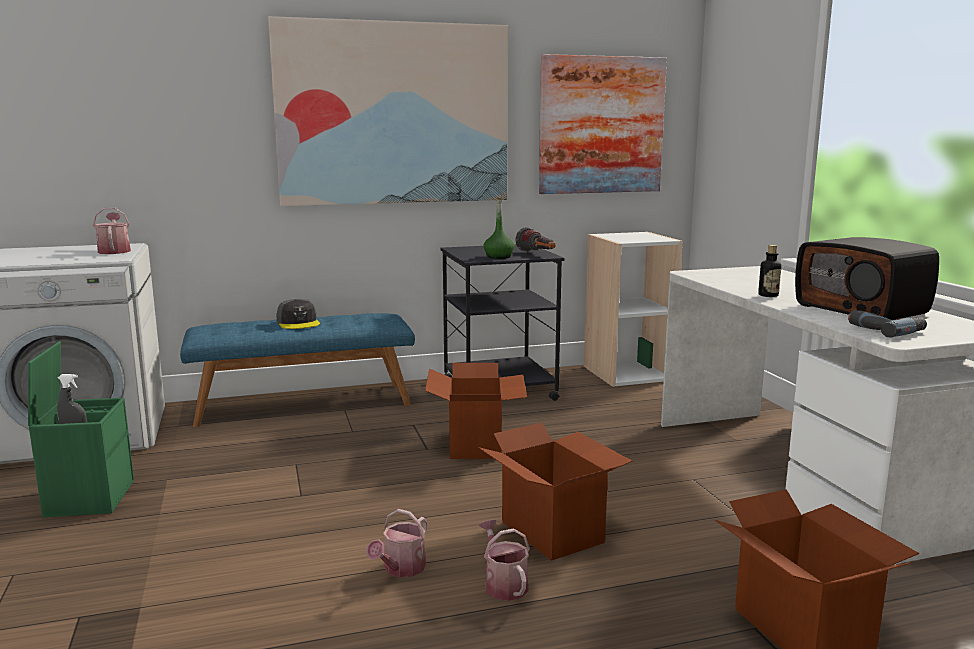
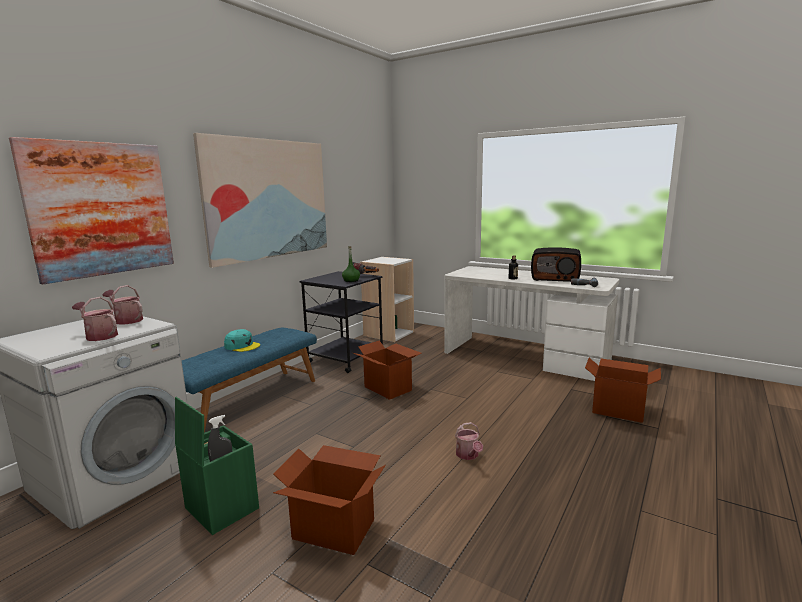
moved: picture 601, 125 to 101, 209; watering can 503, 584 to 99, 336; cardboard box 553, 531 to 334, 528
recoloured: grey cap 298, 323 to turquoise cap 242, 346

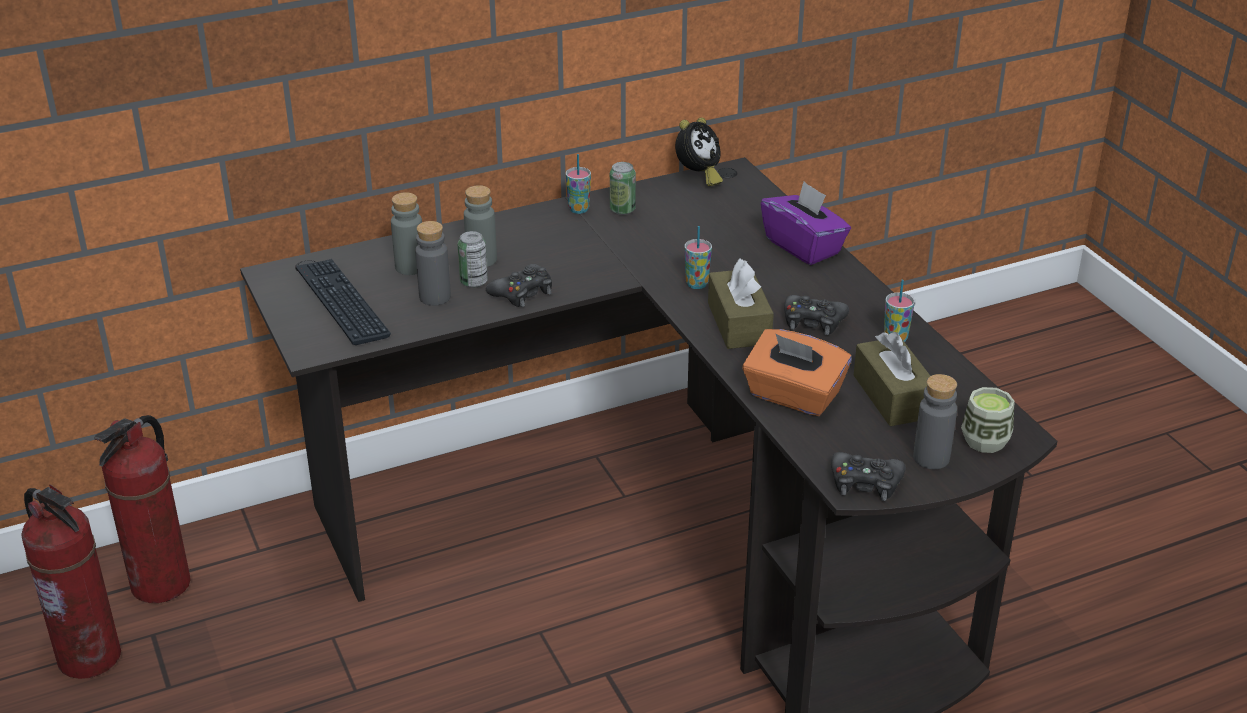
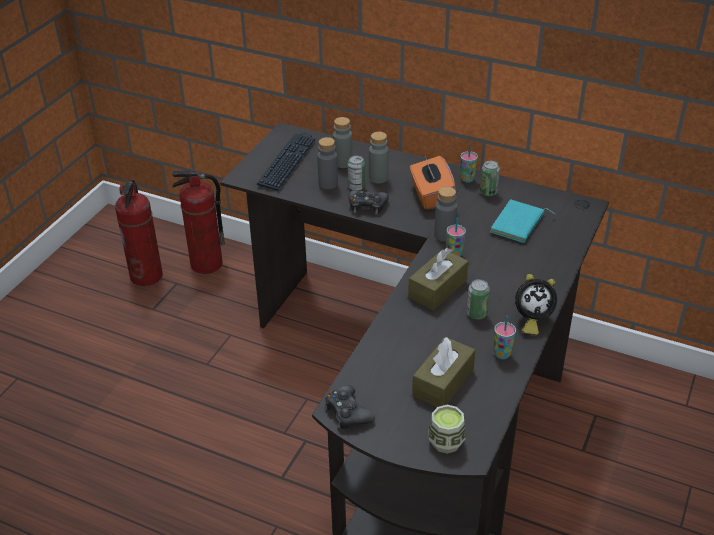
removed: purple tissue box 803, 246
added: turquoise book 519, 225
moved: orange tissue box 793, 396 to 431, 196; grey bottle 931, 458 to 444, 235; alarm clock 698, 176 to 531, 320
replaced: black game controller 813, 321 to can 476, 314

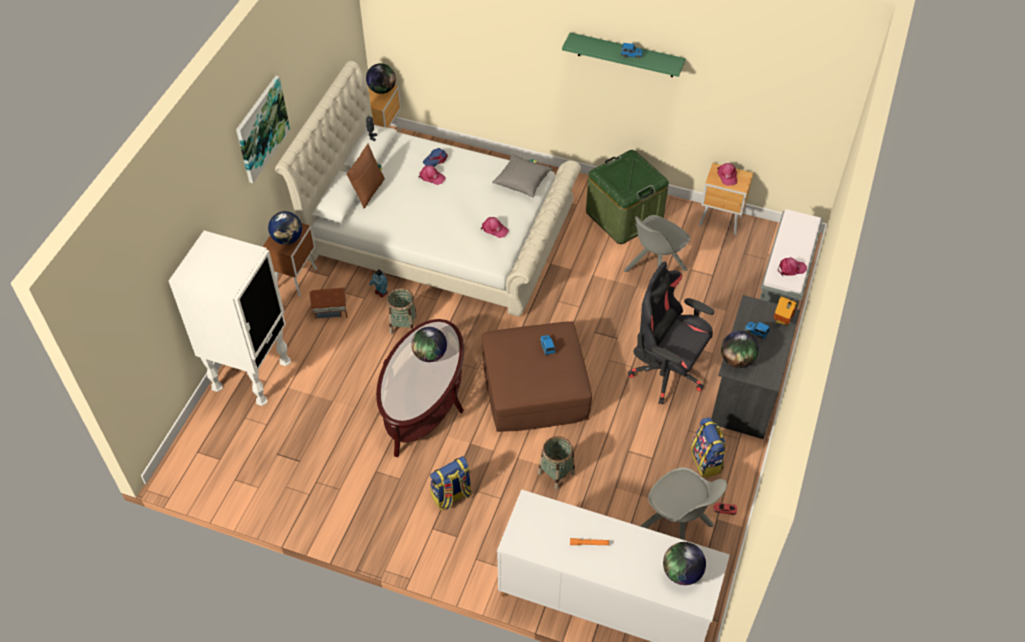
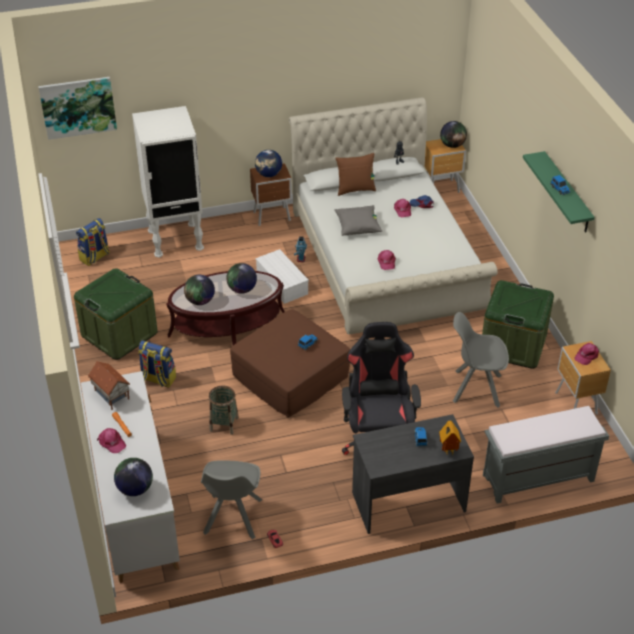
added: green storage box 119, 334
moved: picture 261, 128 to 78, 107; backpack 706, 461 to 95, 257; toy house 331, 311 to 111, 395; pink cap 791, 269 to 111, 442; globe 737, 360 to 200, 301; grey pillow 522, 181 to 357, 227
replaced: basket 403, 325 to white storage box 283, 283

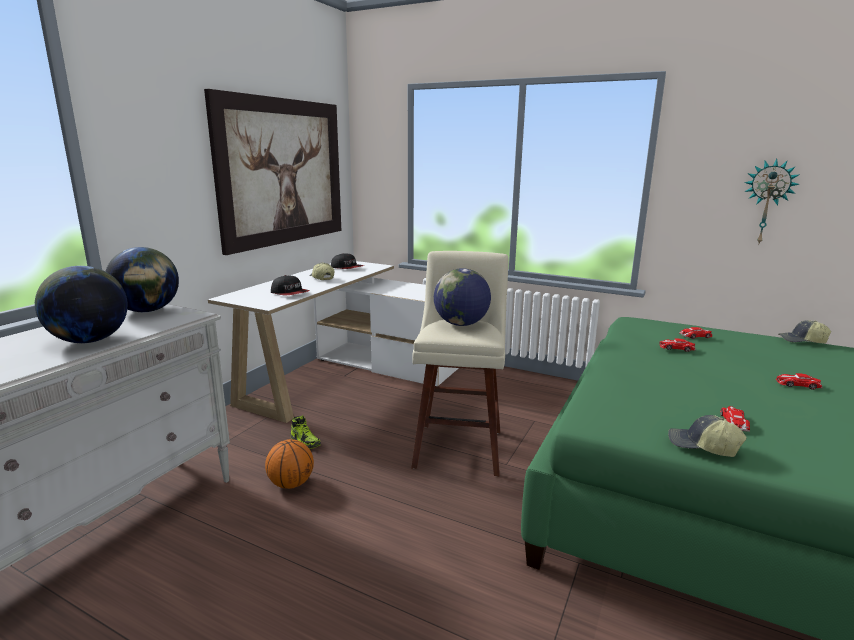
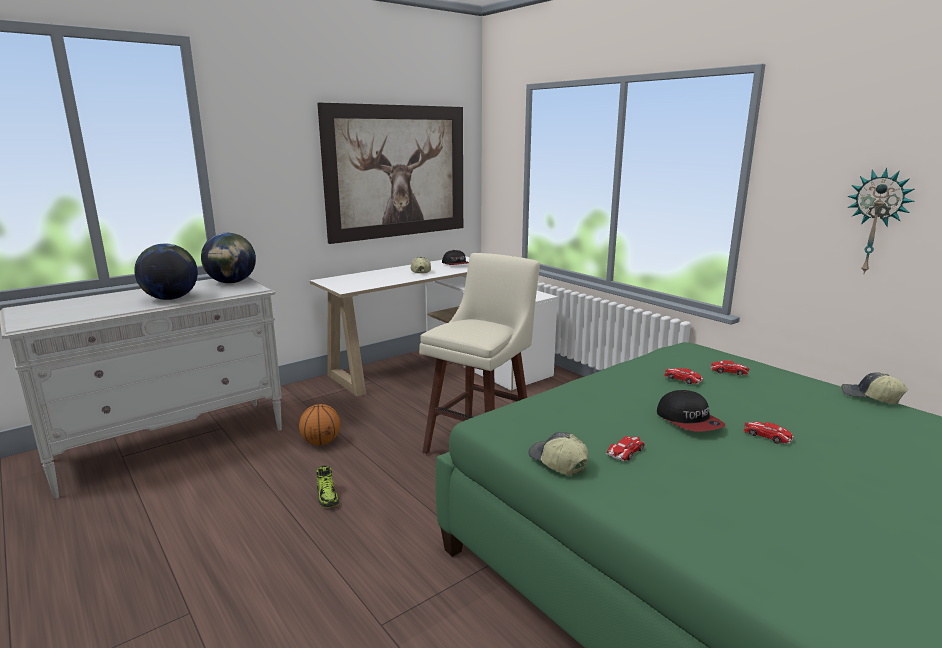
removed: globe 461, 324
moved: shoe 305, 442 to 327, 497; cap 290, 293 to 689, 420

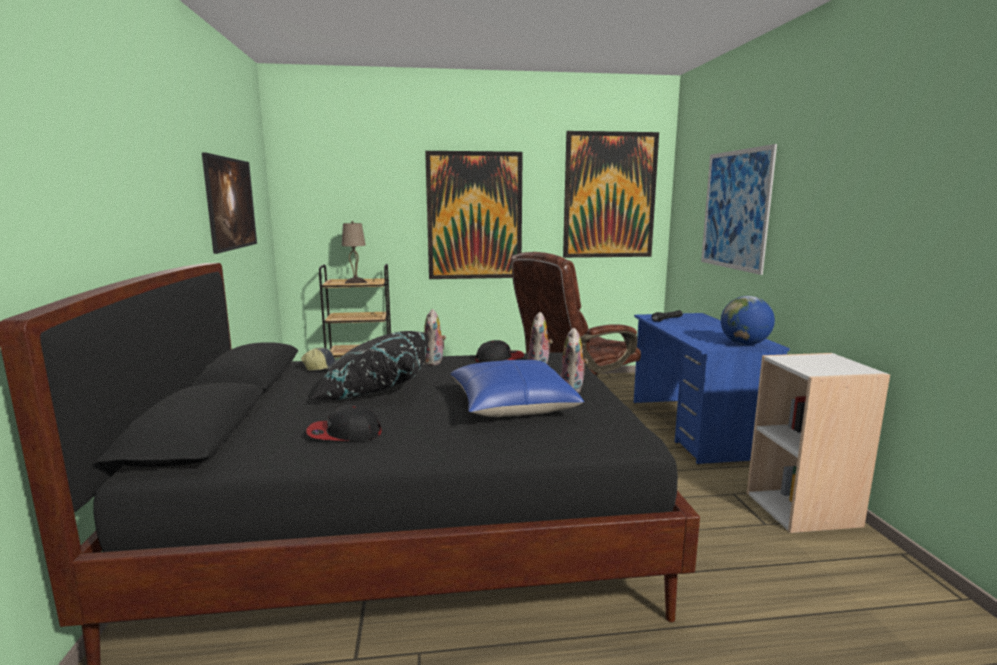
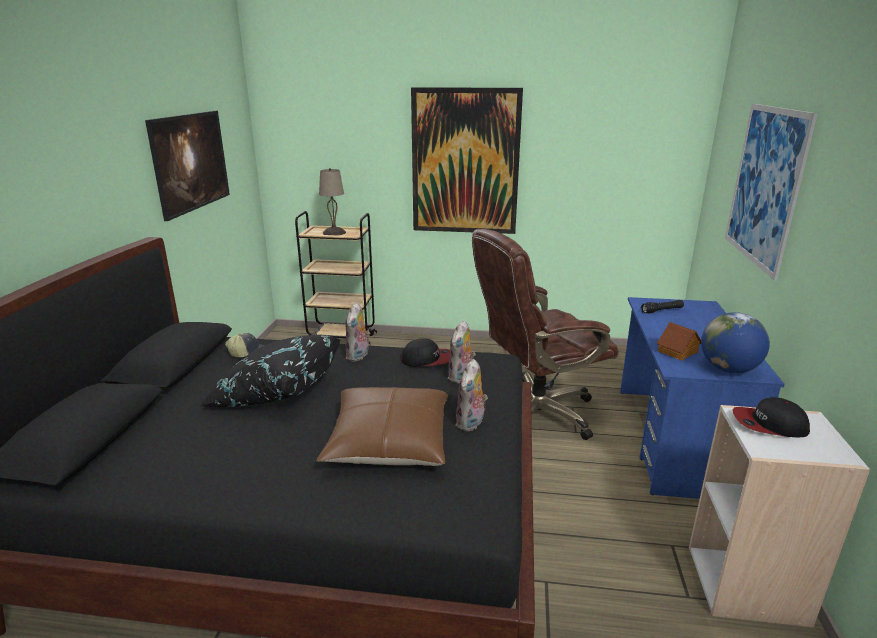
removed: picture 609, 195
added: toy house 678, 352
moved: cap 344, 433 to 769, 425
recoloured: blue pillow 512, 405 to brown pillow 388, 442

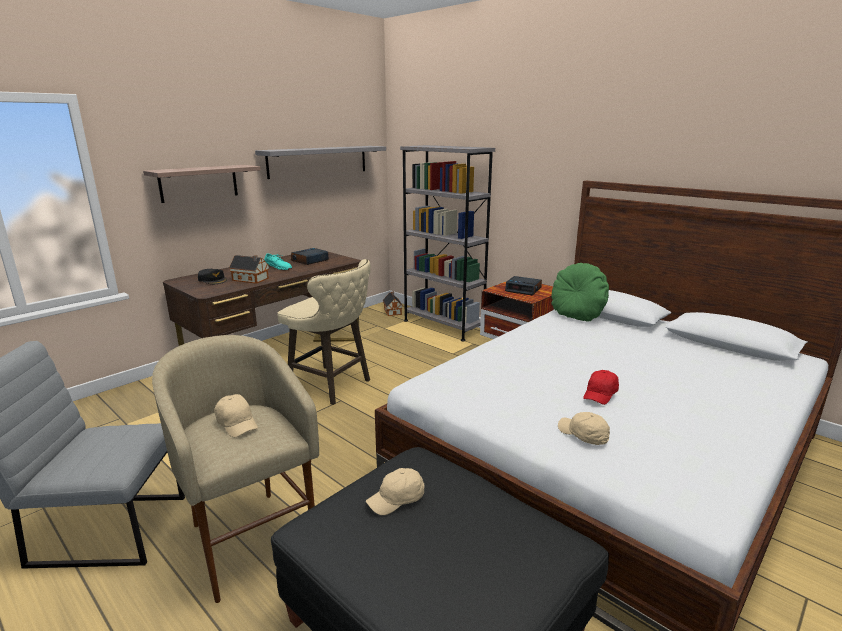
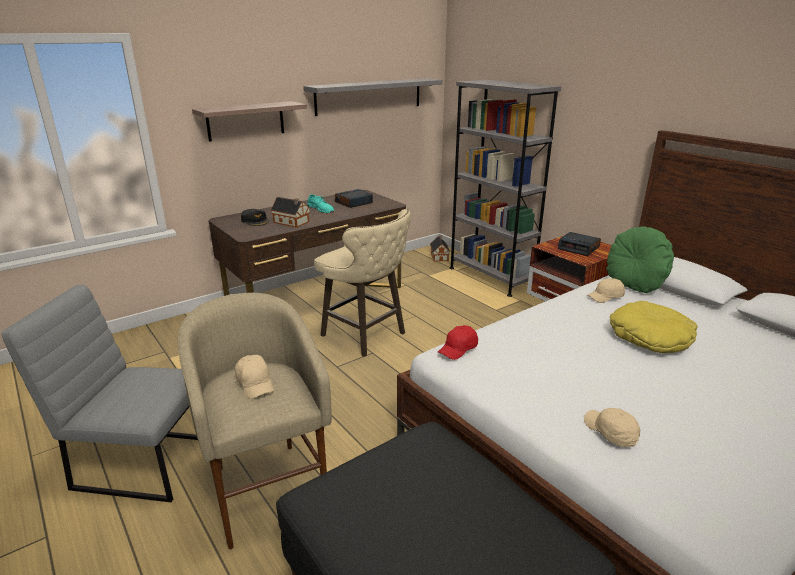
added: yellow pillow 651, 338
moved: red cap 600, 394 to 458, 349; beige cap 397, 499 to 606, 297

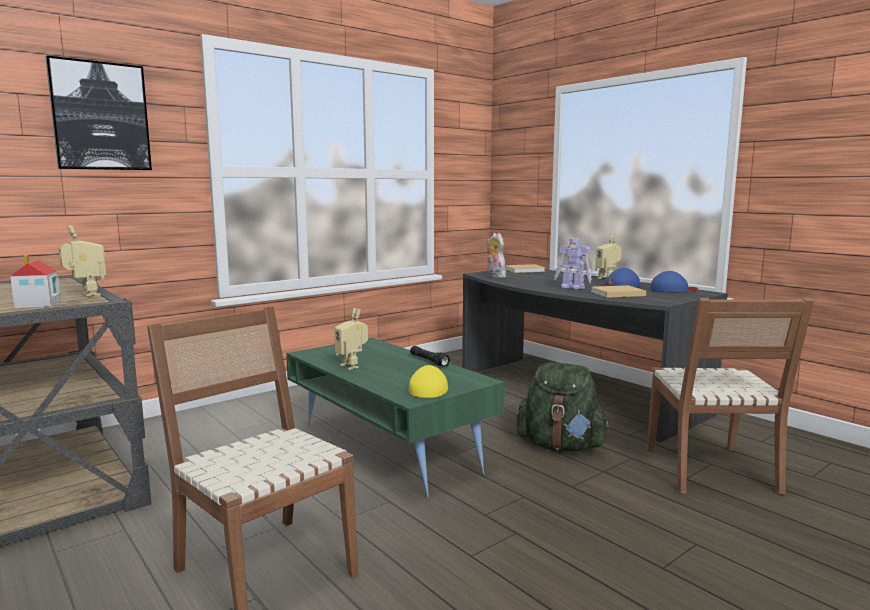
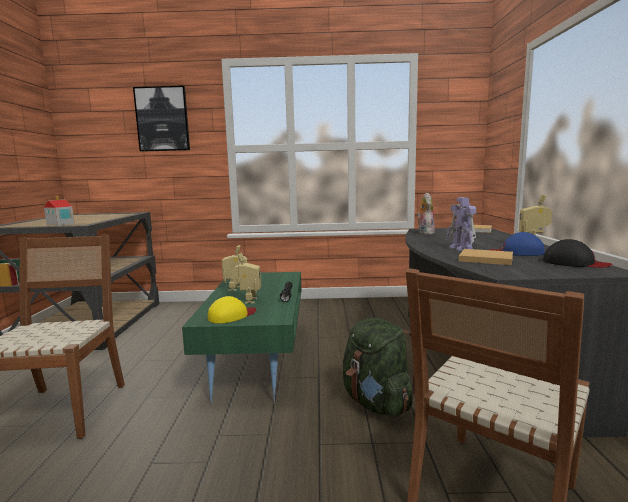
moved: toy robot 86, 294 to 248, 300
recoloured: blue cap 673, 290 to black cap 574, 263

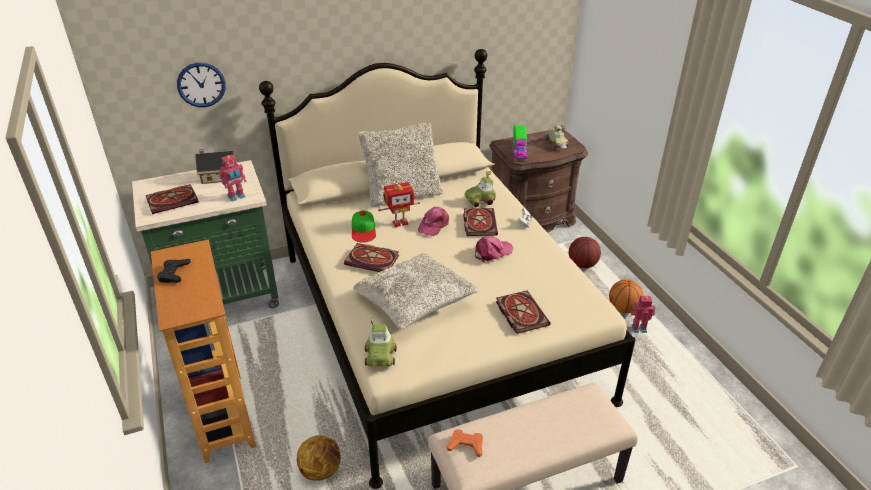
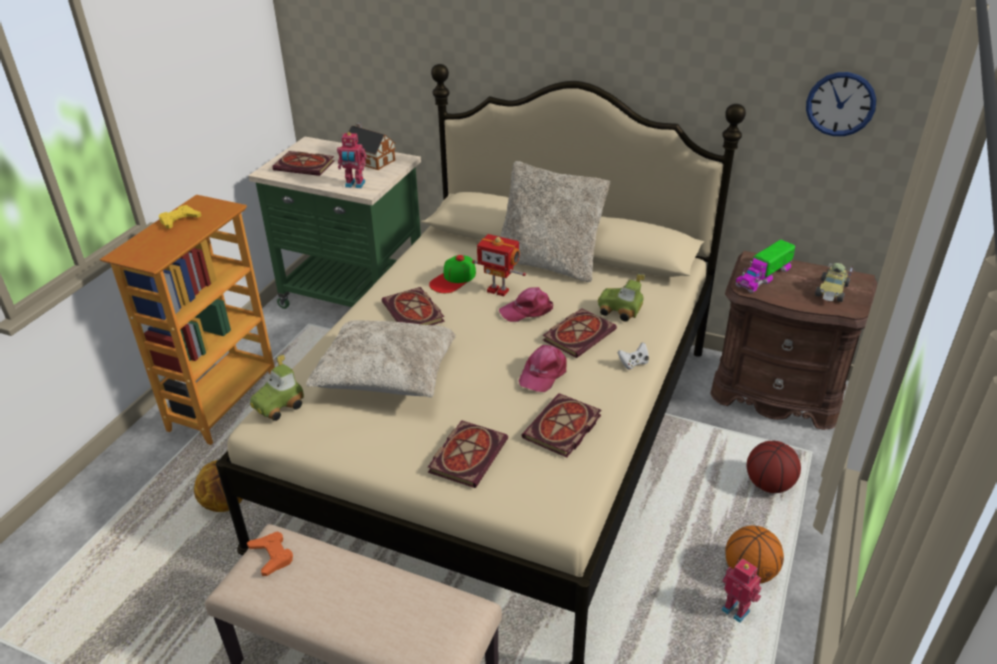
added: book 562, 429
moved: wall clock 201, 84 to 840, 104
recoloured: black game controller 174, 273 to yellow game controller 179, 220
turned: pink cap 492, 252 = 543, 373 105 degrees clockwise

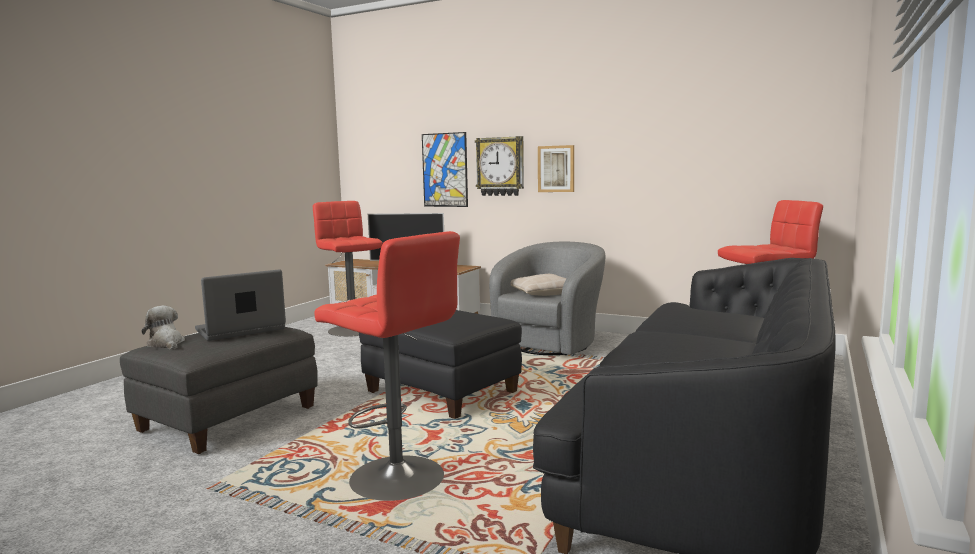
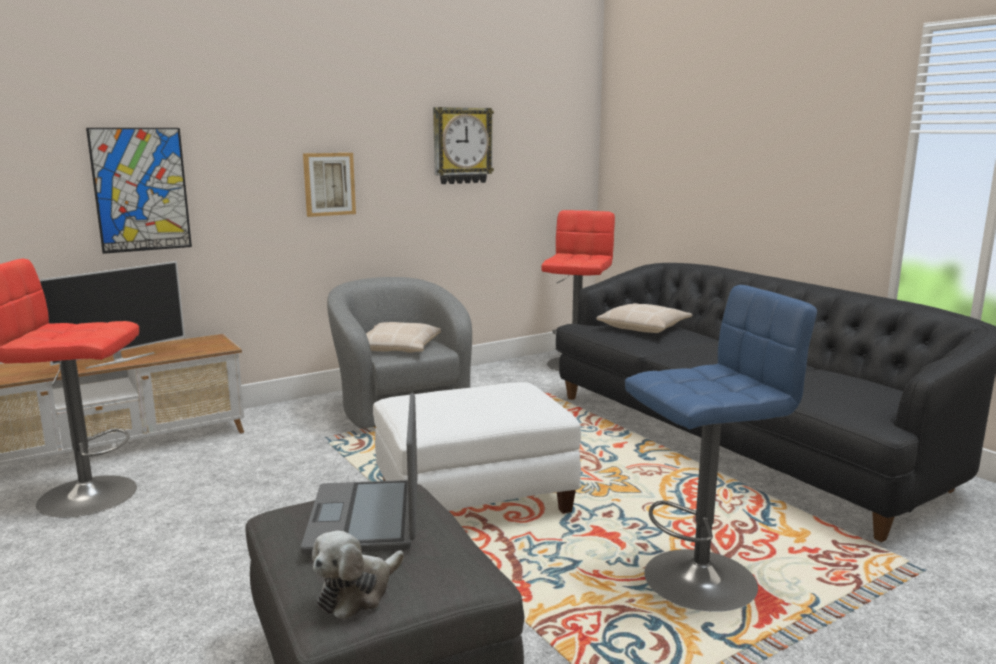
added: beige pillow 644, 327
moved: wall clock 500, 166 to 462, 145
recoloured: black ottoman 440, 392 to white ottoman 473, 500; red stool 397, 478 to blue stool 701, 580
turned: plush toy 166, 344 = 357, 593 45 degrees counterclockwise

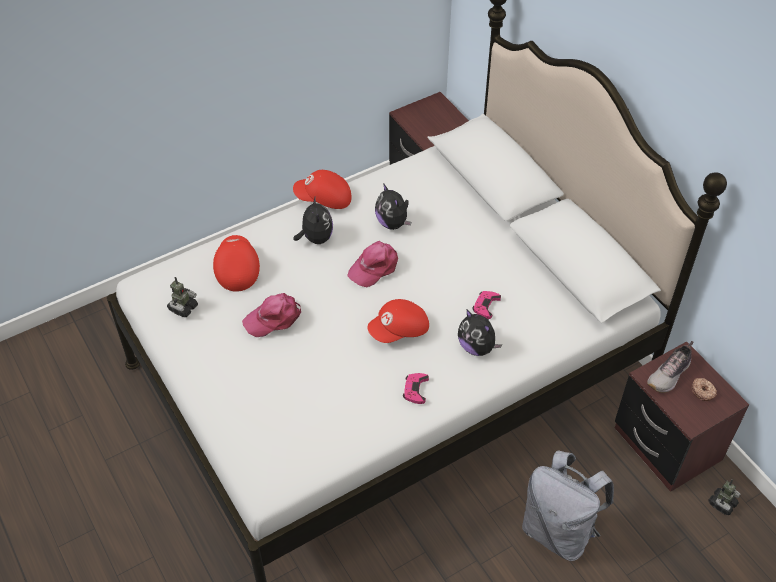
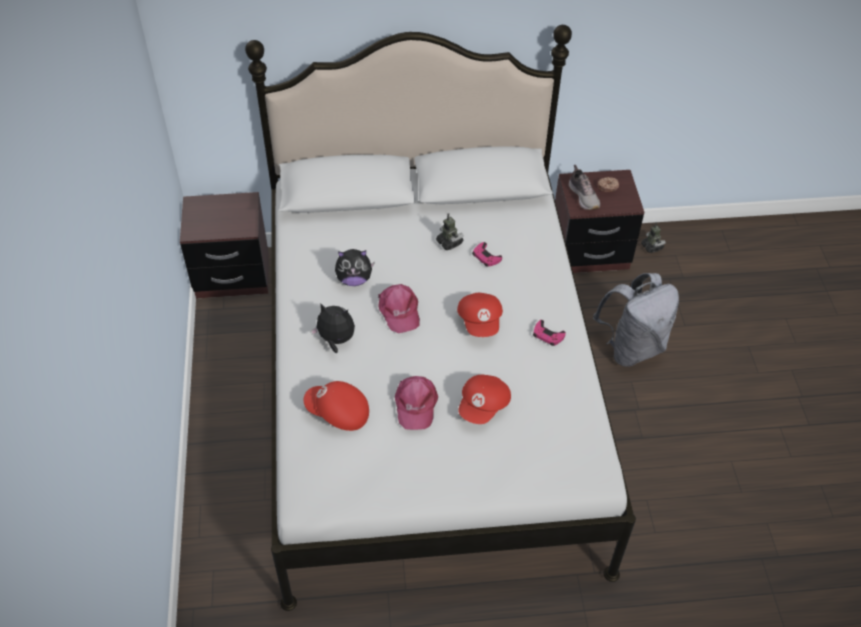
removed: plush toy 477, 347
moved: toy robot 183, 308 to 449, 242; red cap 324, 199 to 484, 406

